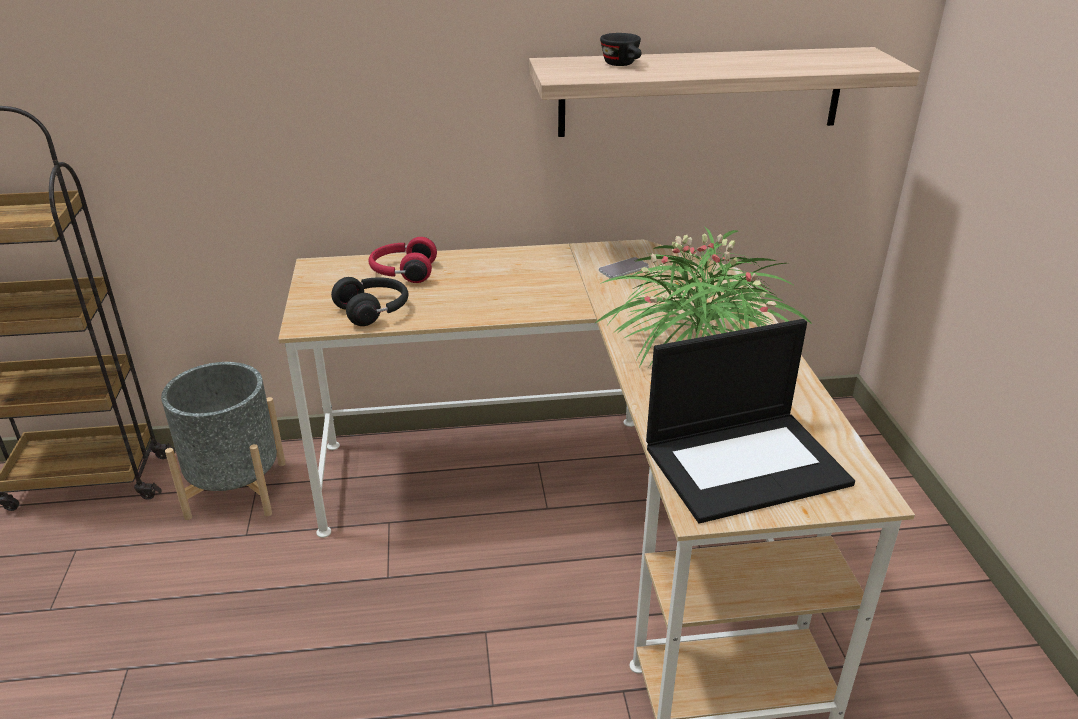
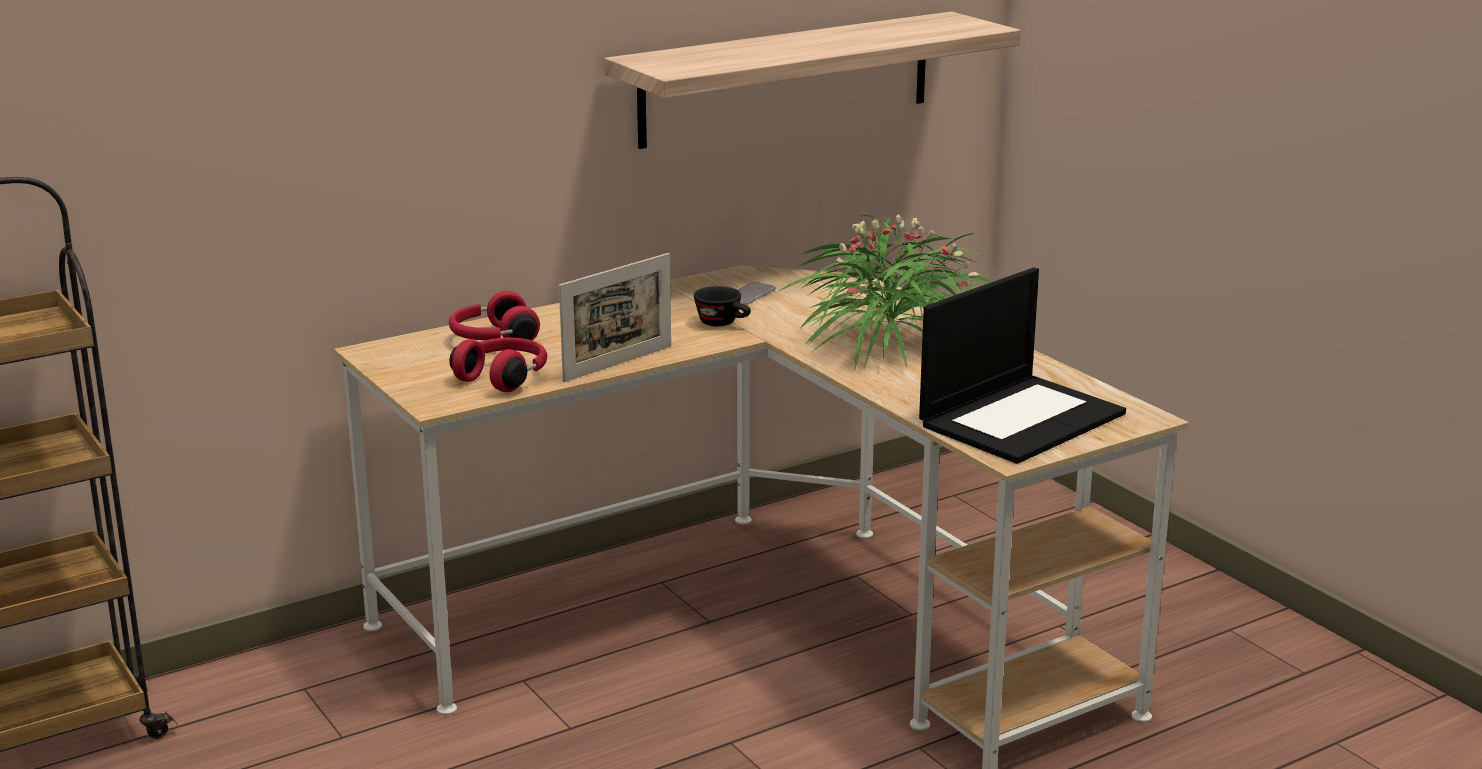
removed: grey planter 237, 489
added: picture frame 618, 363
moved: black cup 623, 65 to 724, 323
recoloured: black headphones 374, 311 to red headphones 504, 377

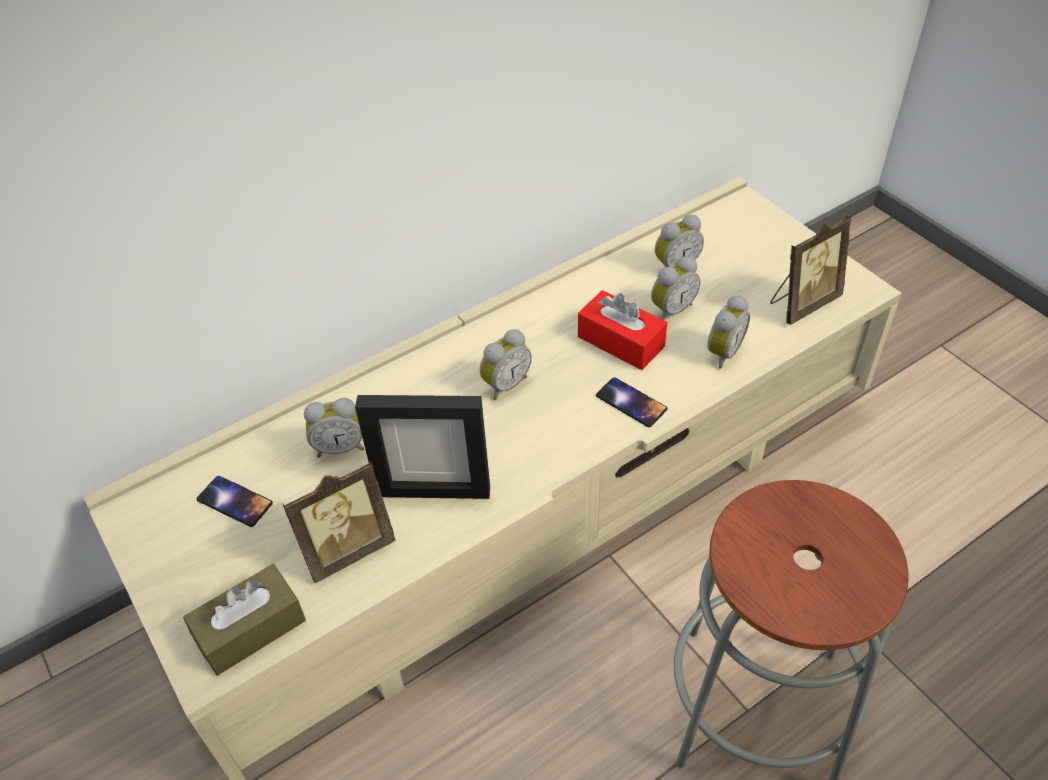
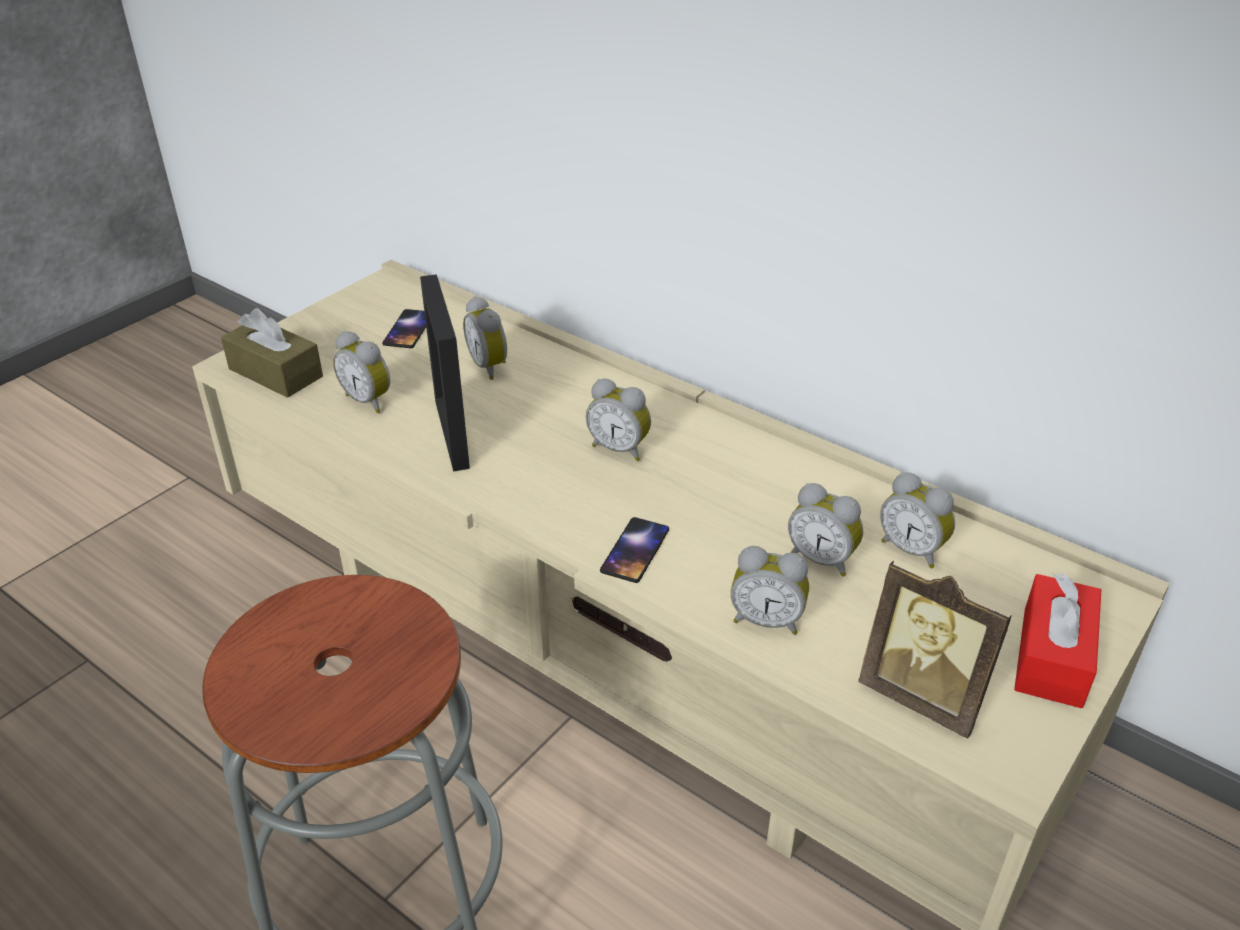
moved: red tissue box 621, 341 to 1052, 657
replaced: picture frame 347, 549 to alarm clock 369, 400

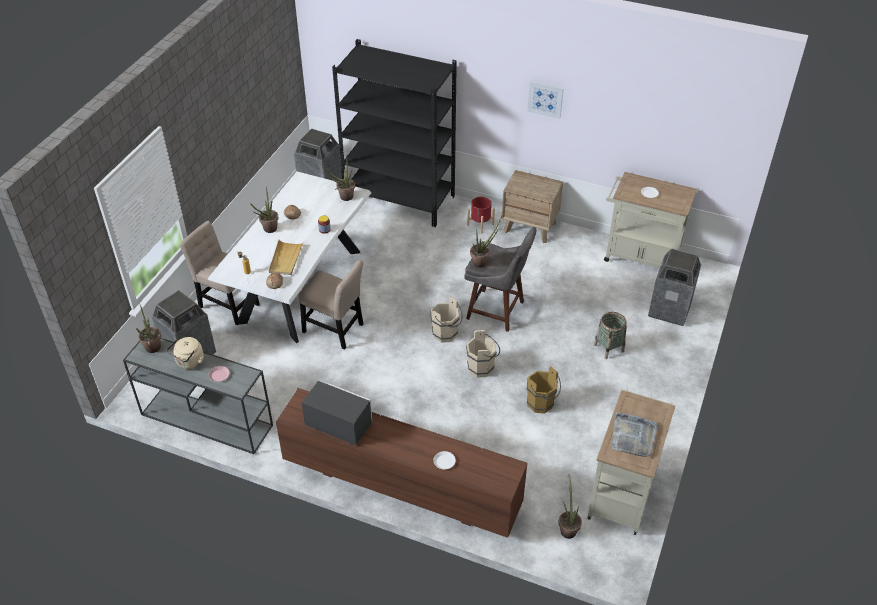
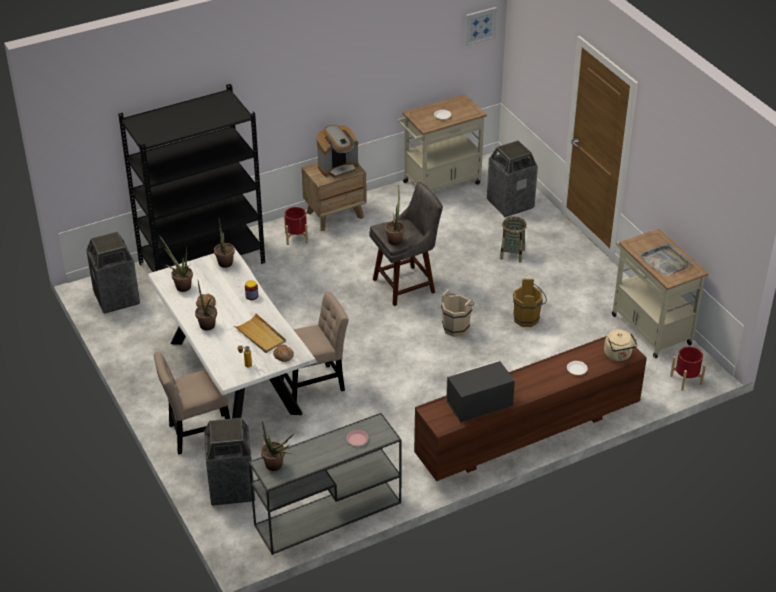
removed: beige bucket 446, 335
added: coffee machine 338, 167; red planter 686, 380
moved: potted plant 567, 528 to 181, 286; picture 545, 99 to 480, 25; beige kettle 189, 362 to 618, 355

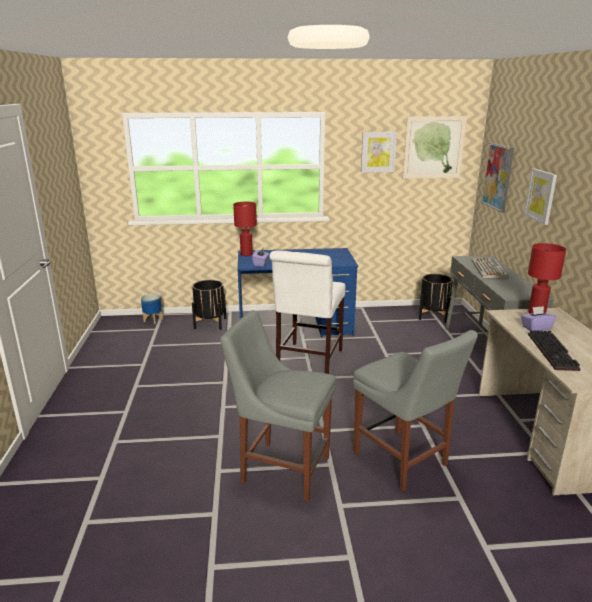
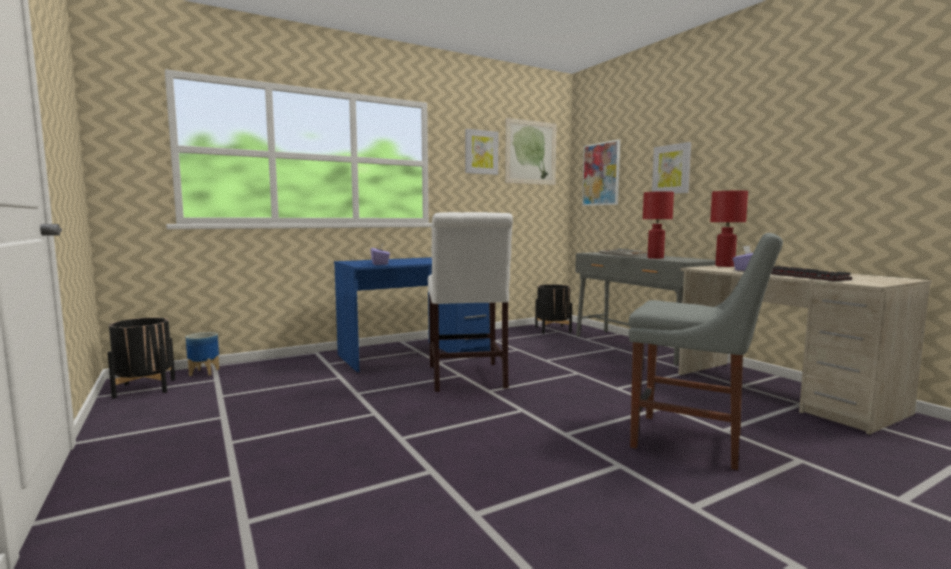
removed: grey chair 281, 468
moved: black planter 210, 323 to 145, 388; red table lamp 247, 254 to 655, 258

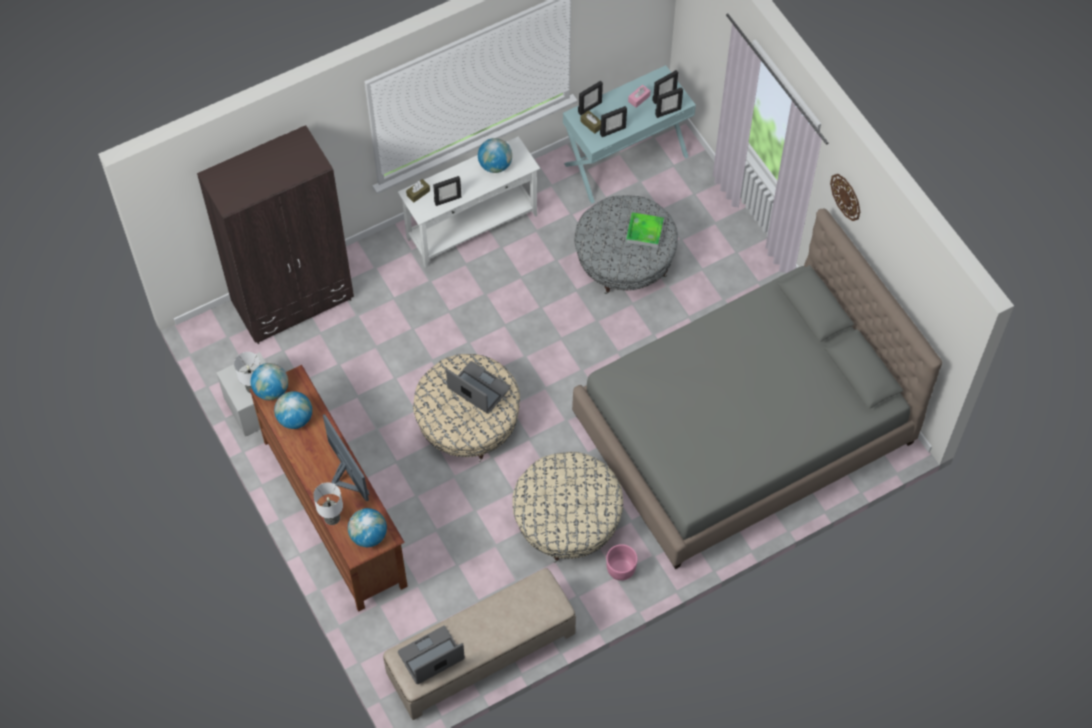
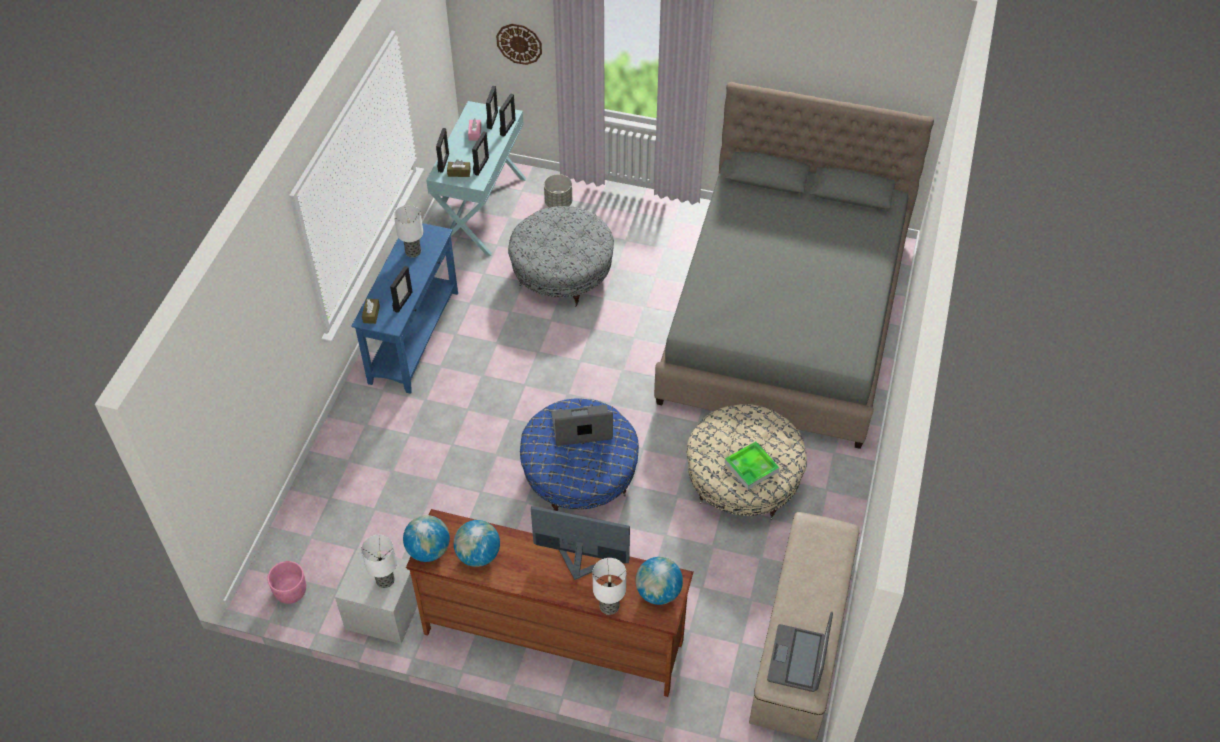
removed: brown wardrobe 294, 302
added: grey planter 558, 203
moved: pink planter 621, 569 to 291, 591; wall clock 846, 197 to 519, 43; tray 644, 231 to 751, 467
replaced: globe 495, 165 to table lamp 413, 251
recoloured: white console table 472, 226 to blue console table 414, 336; beige ottoman 468, 421 to blue ottoman 580, 475

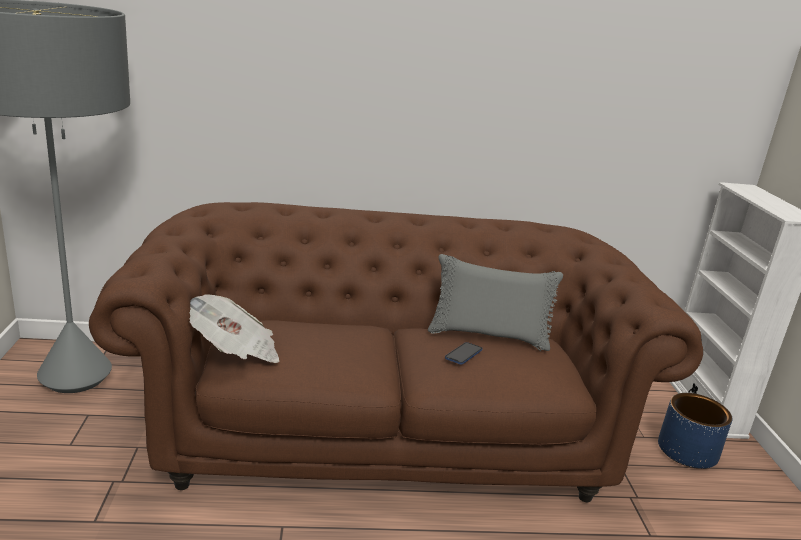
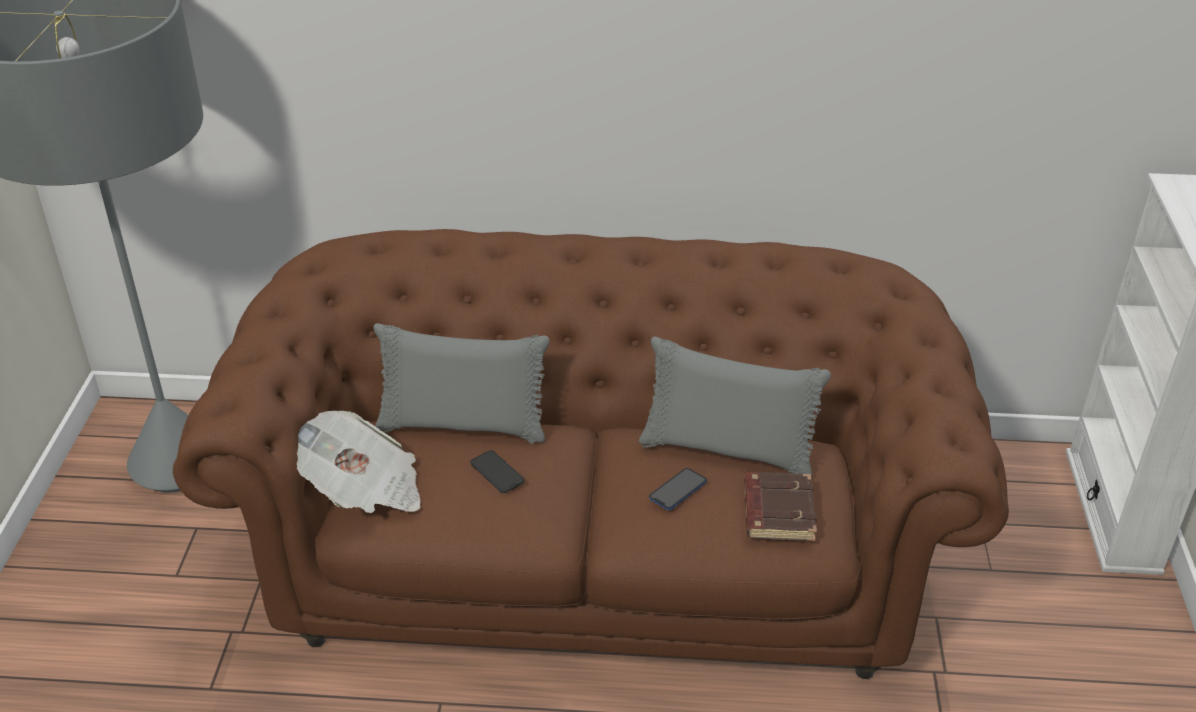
removed: blue planter 687, 451
added: grey pillow 463, 425; phone 497, 472; brown book 777, 511

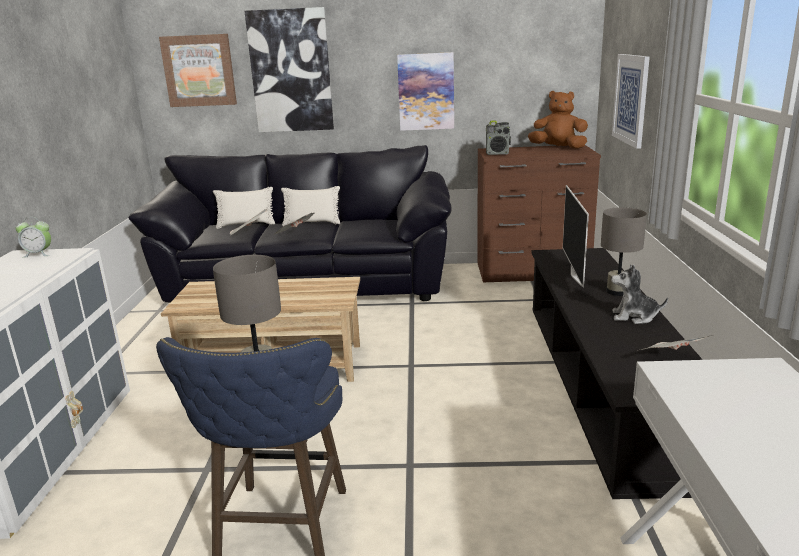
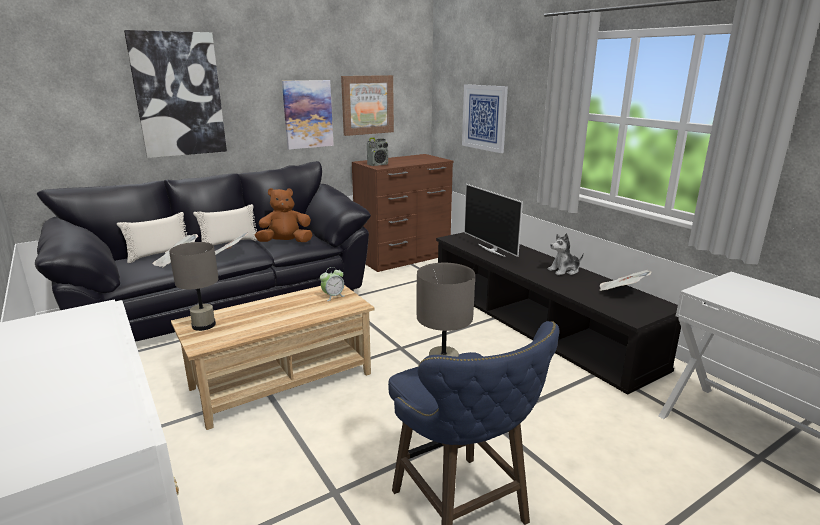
moved: grey table lamp 618, 291 to 204, 325; brown plush toy 558, 148 to 285, 243; alarm clock 38, 254 to 333, 296; picture 199, 70 to 367, 105

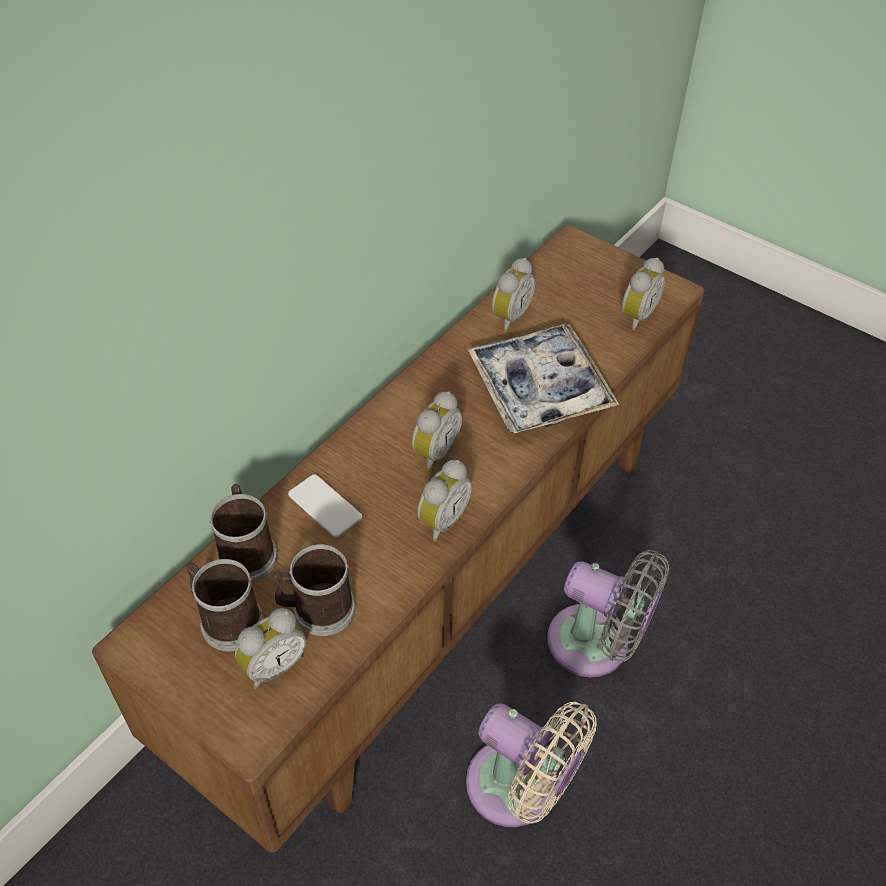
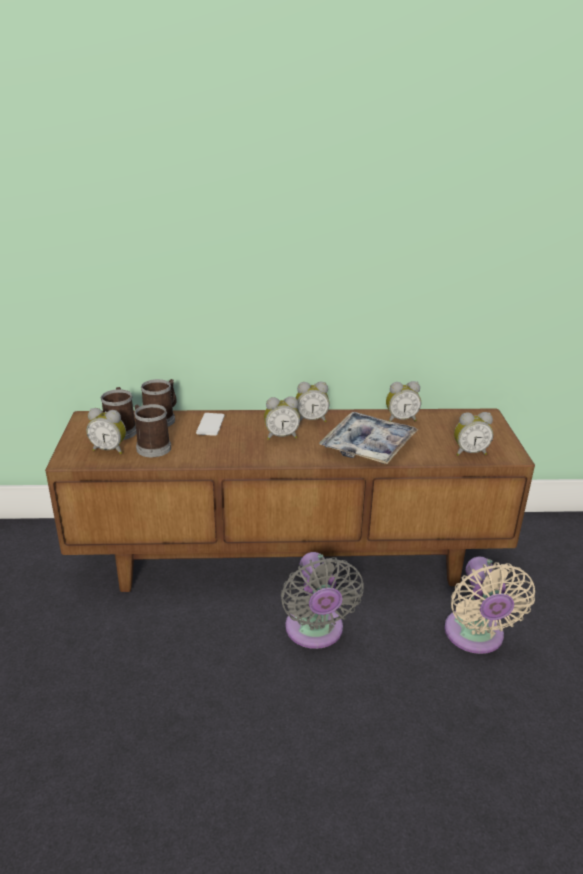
moved: alarm clock 441, 520 to 311, 419; beige fan 519, 790 to 475, 637

